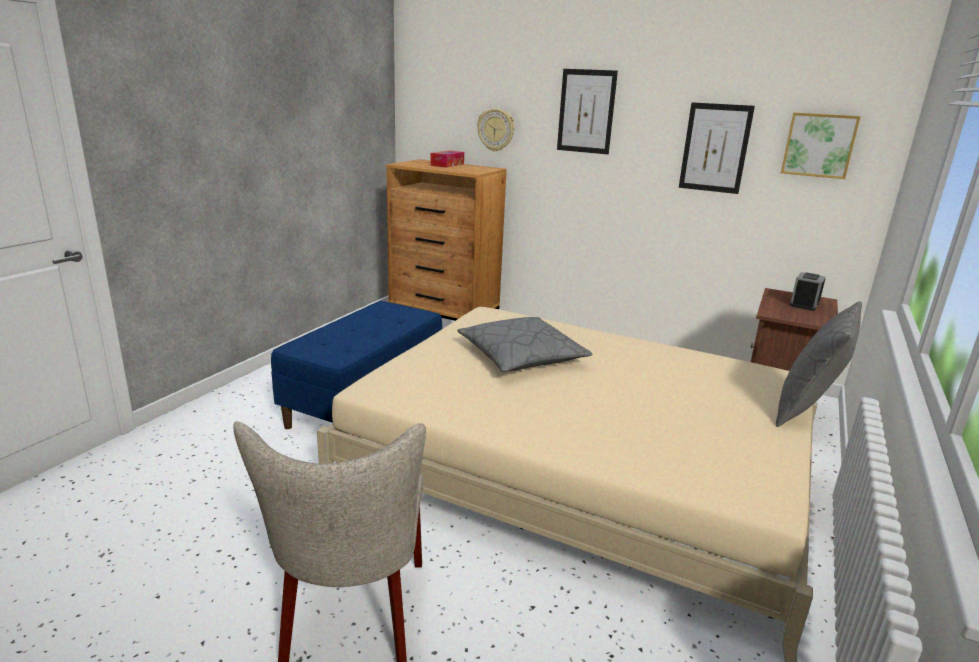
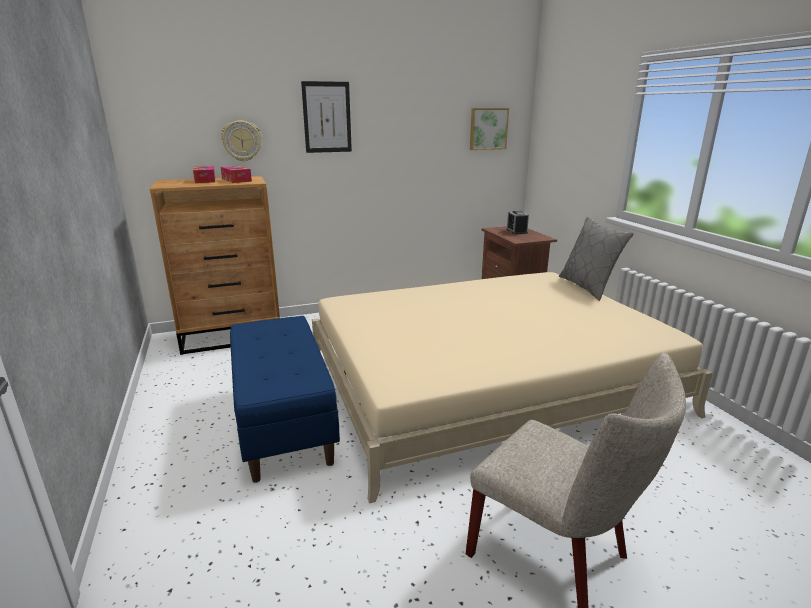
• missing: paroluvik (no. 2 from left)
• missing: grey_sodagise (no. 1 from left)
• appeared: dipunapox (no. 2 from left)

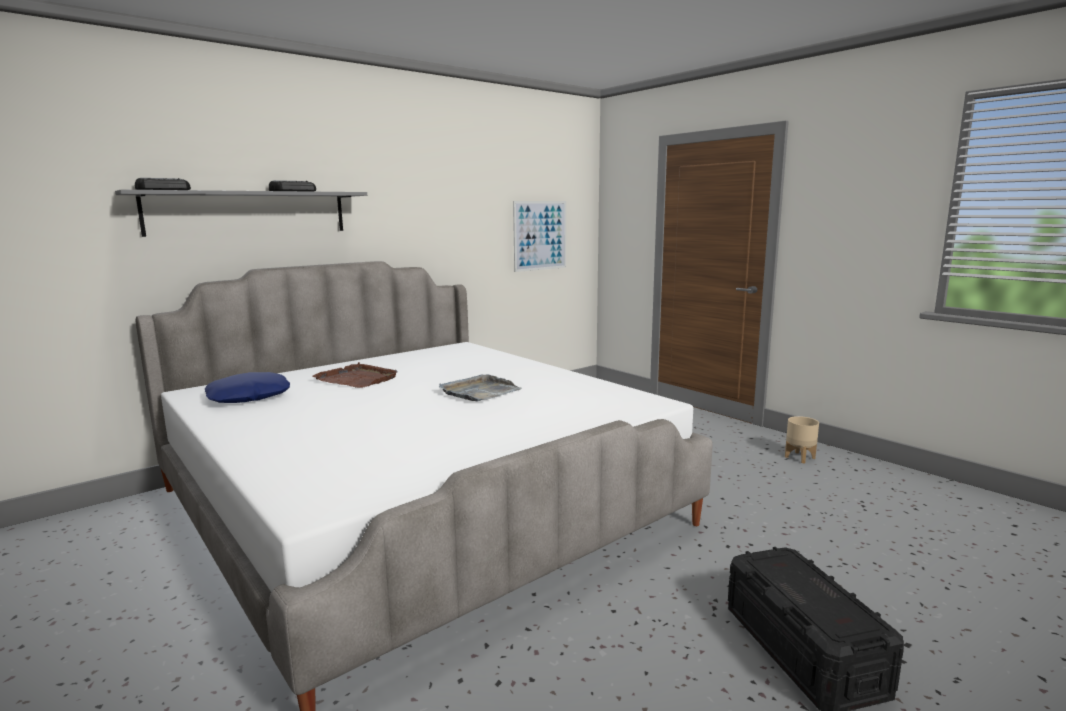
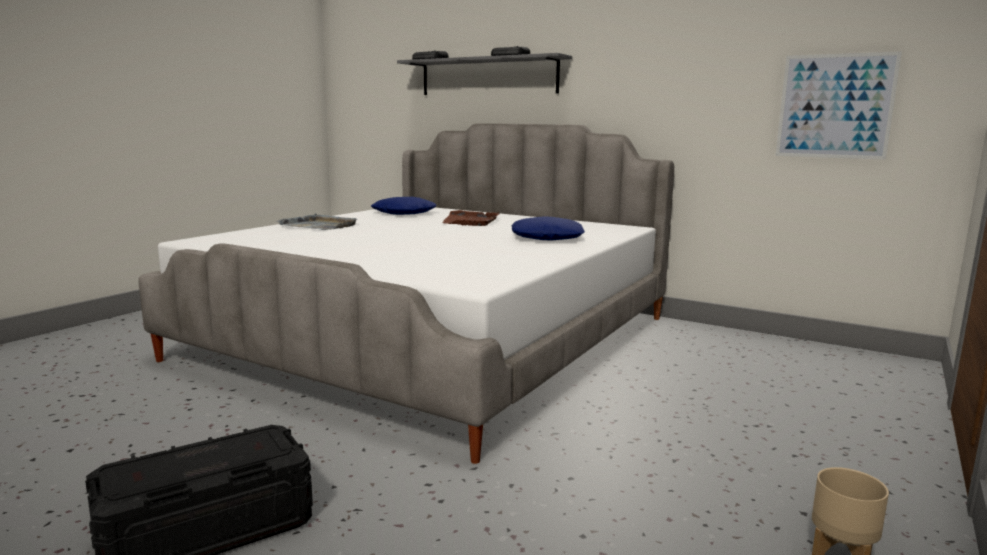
• relocated: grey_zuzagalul
• appeared: blue_sodagise (no. 2 from left)

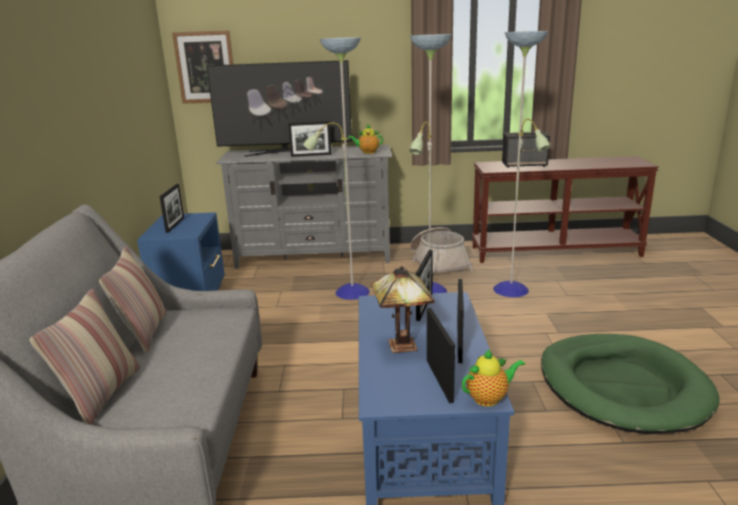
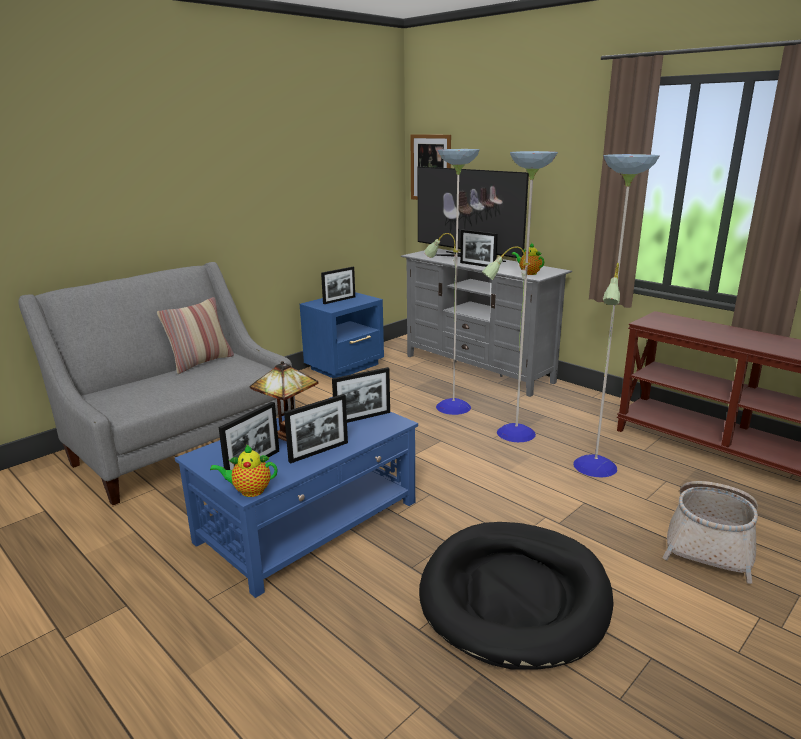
• missing: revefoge
• relocated: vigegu
• missing: sodagise (no. 1 from left)
• colour: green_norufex to black_norufex
• spun: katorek (no. 2 from left in the first image) 150 degrees clockwise

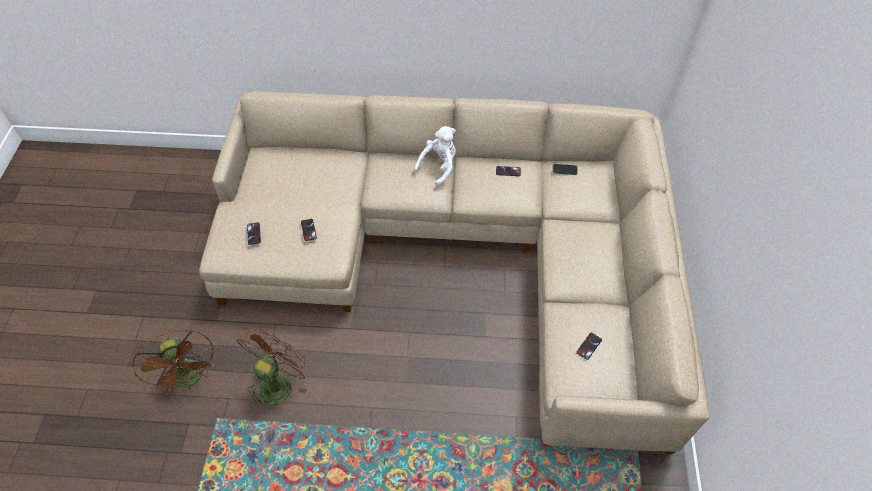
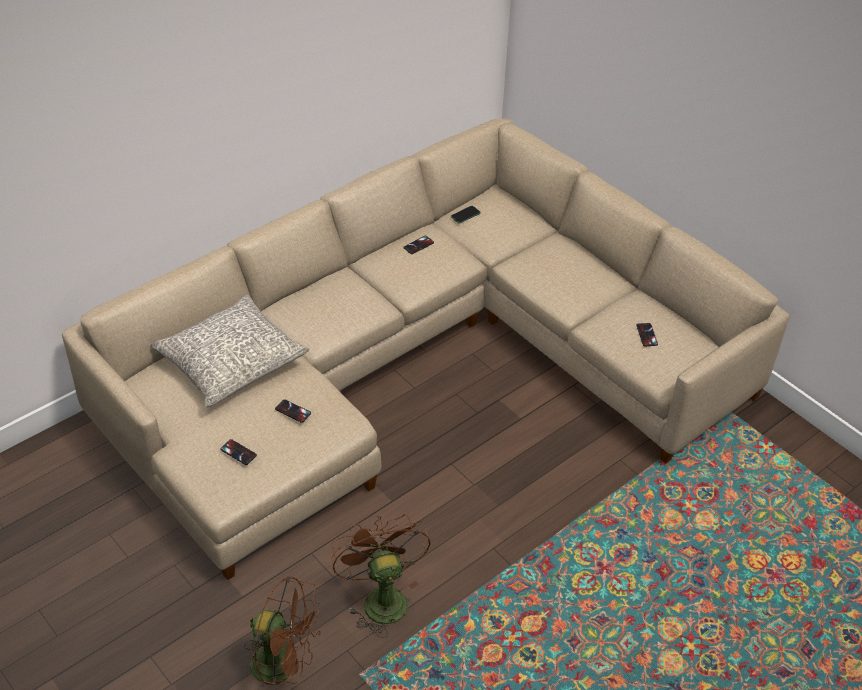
• missing: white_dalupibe
• appeared: grey_sodagise

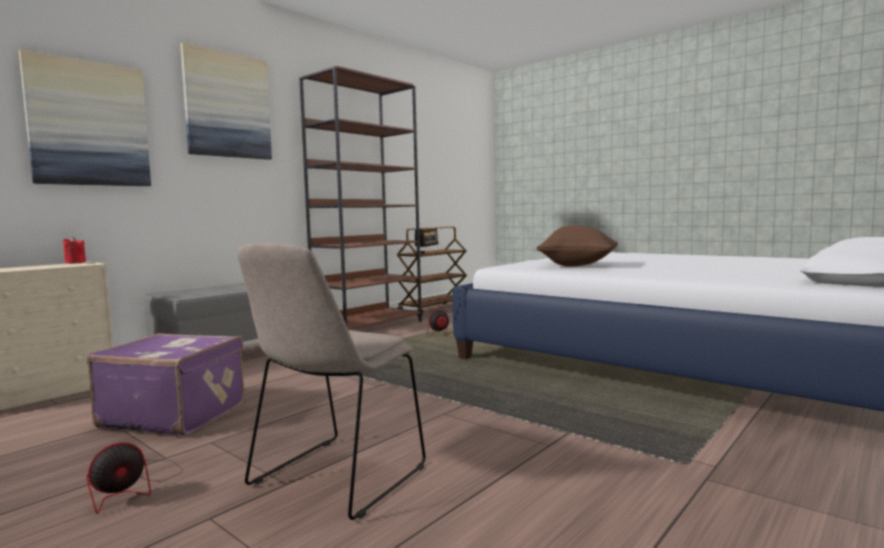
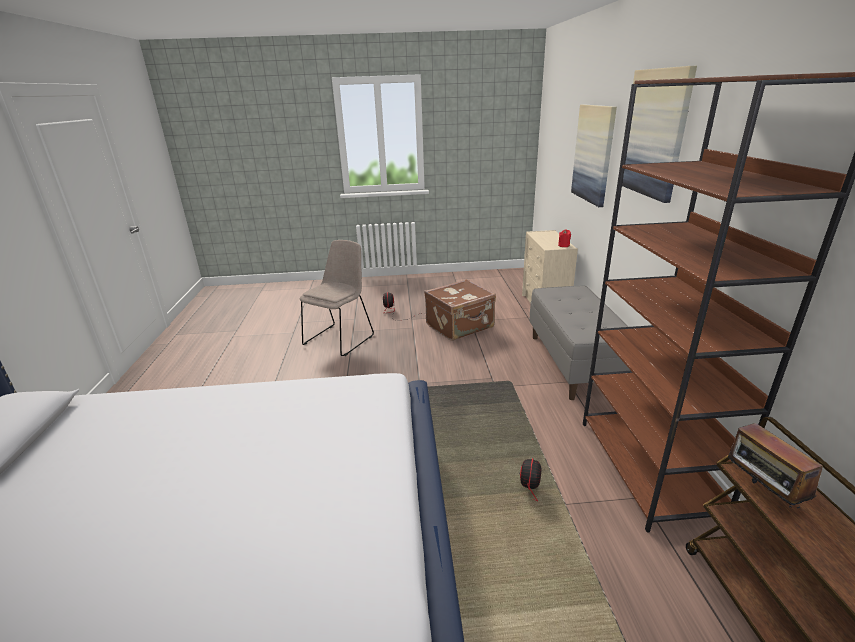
• missing: brown_sodagise
• spun: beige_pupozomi 45 degrees clockwise
• colour: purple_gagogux to brown_gagogux

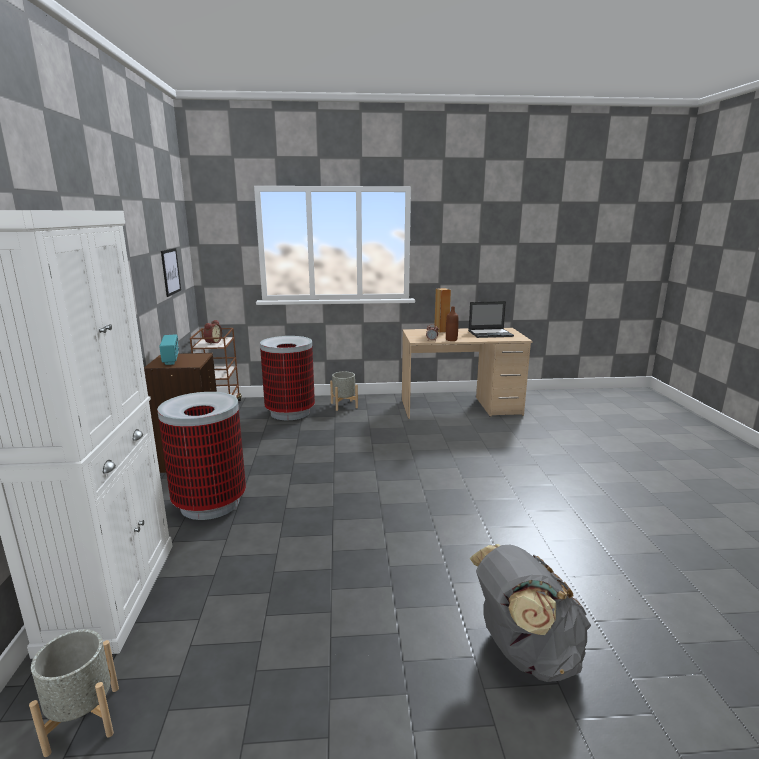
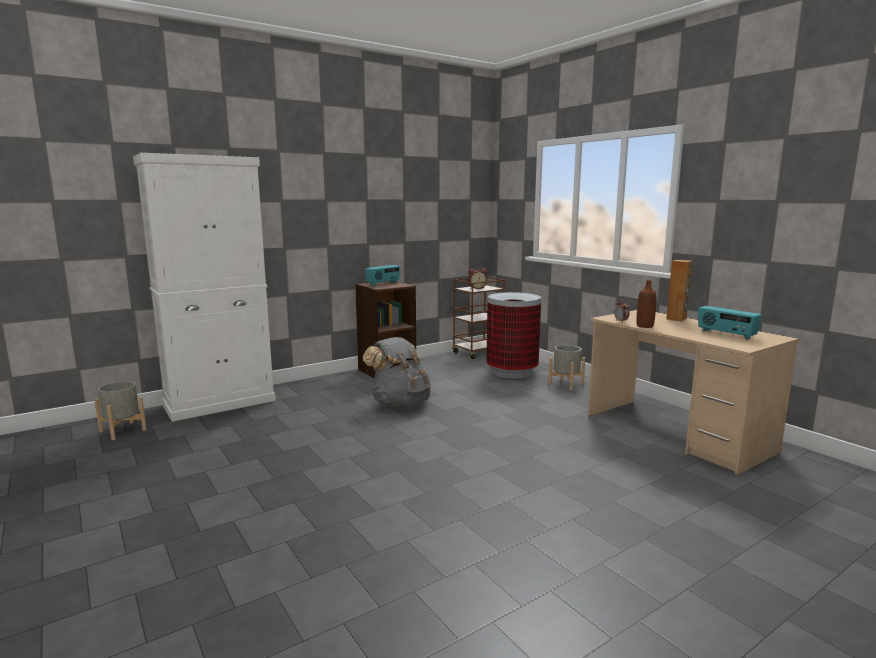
• missing: paroluvik
• exchanged: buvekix to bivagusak (no. 2 from left)
• missing: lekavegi (no. 1 from left)
• relocated: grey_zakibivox

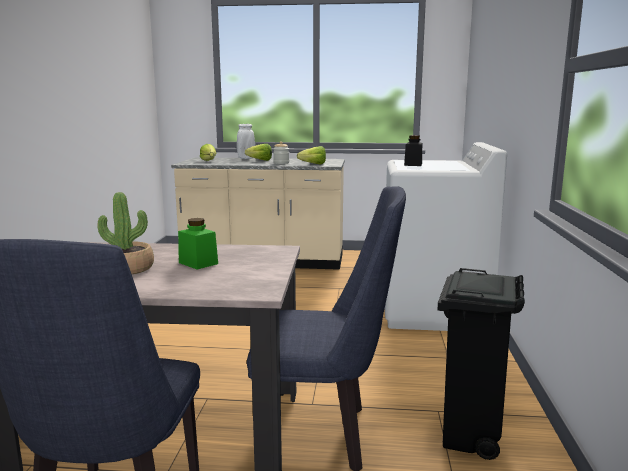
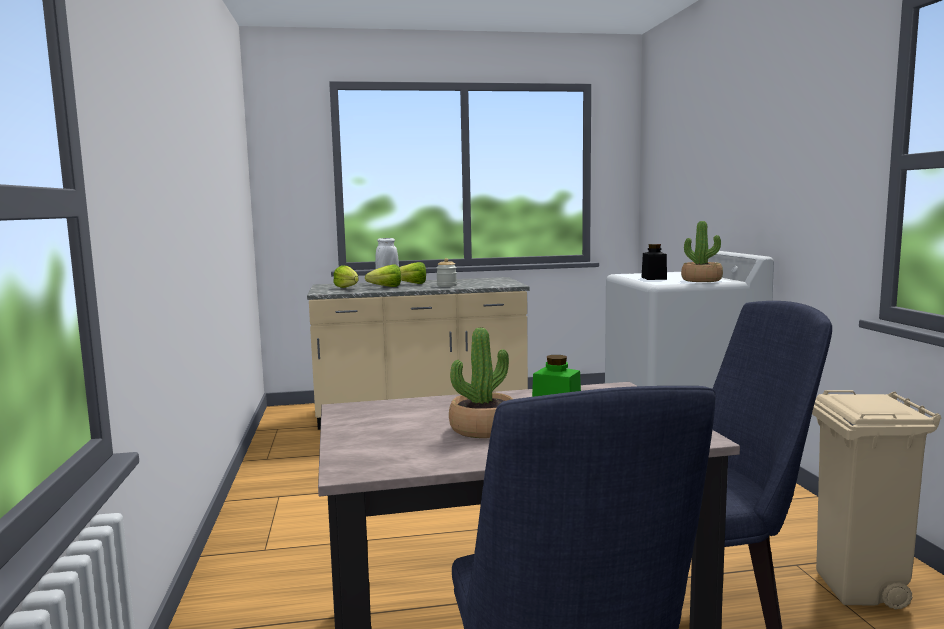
• relocated: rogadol (no. 3 from left in the first image) to rogadol (no. 2 from left)
• colour: black_lekavegi to beige_lekavegi
• appeared: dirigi (no. 2 from left)

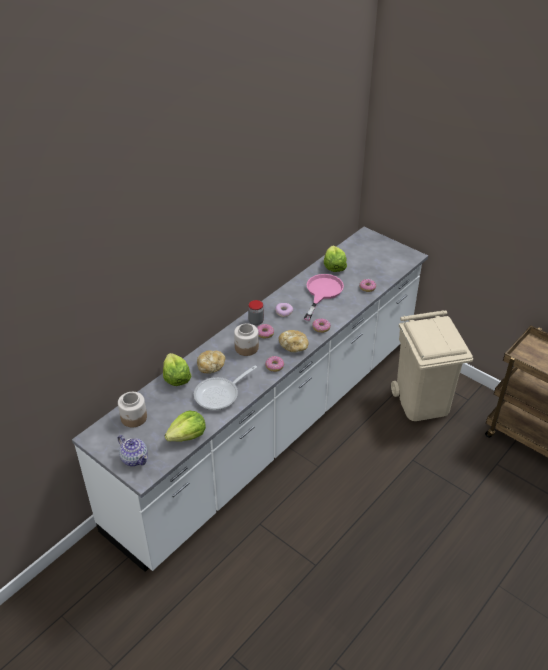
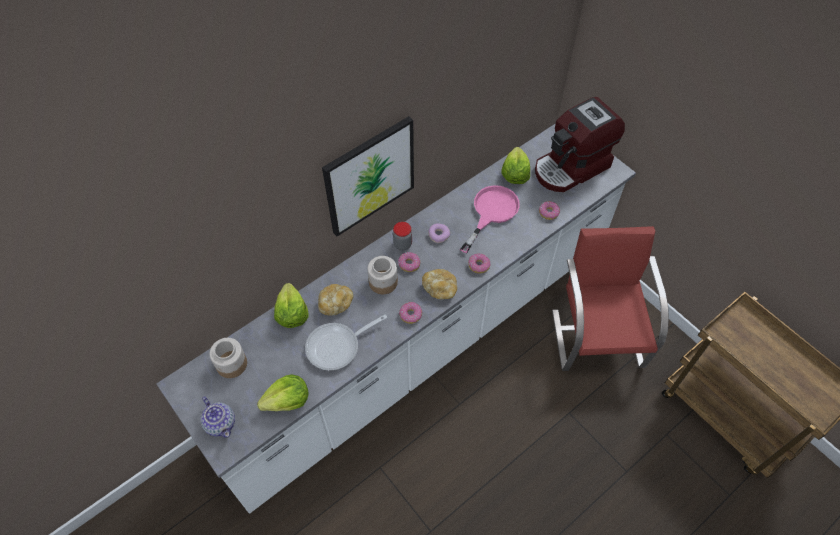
• exchanged: beige_lekavegi to red_pupozomi
• appeared: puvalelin
• appeared: paroluvik

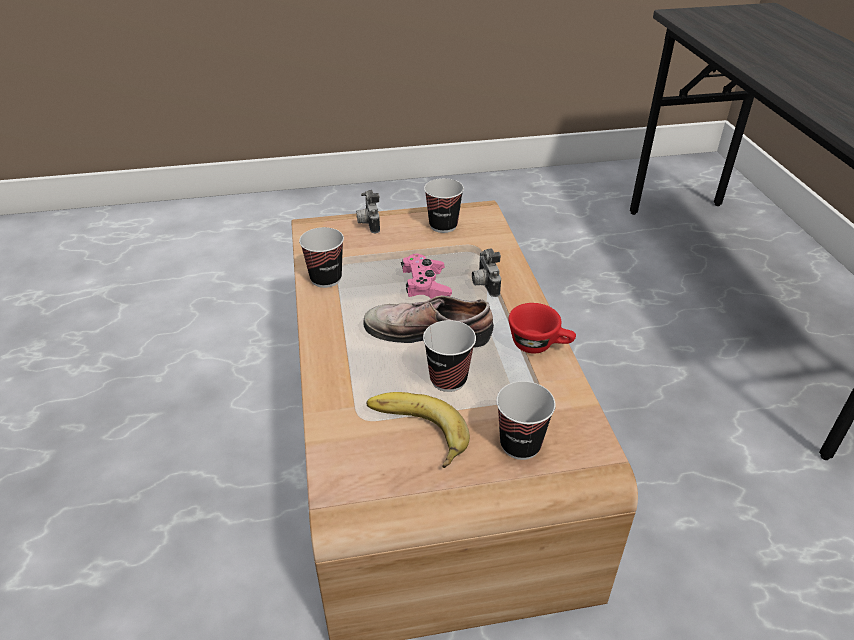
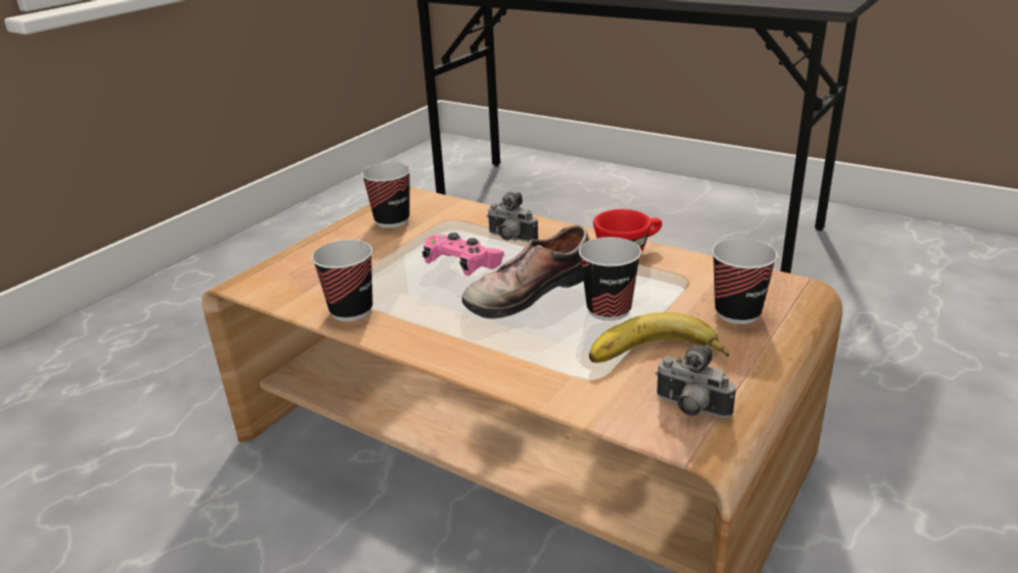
• relocated: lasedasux (no. 1 from left in the first image) to lasedasux (no. 2 from left)

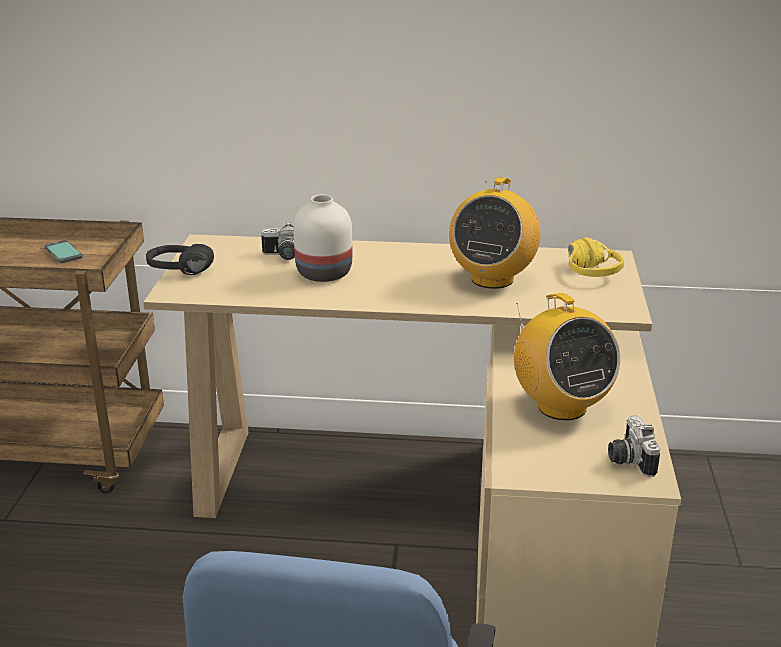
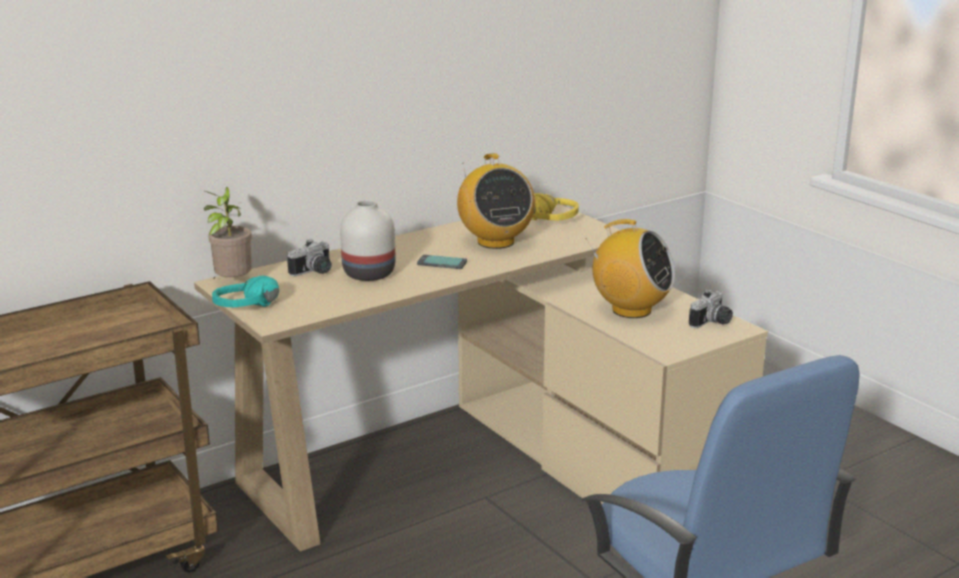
• relocated: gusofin
• colour: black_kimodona to turquoise_kimodona
• spun: lasedasux (no. 2 from left) 90 degrees counterclockwise
• appeared: dirigi

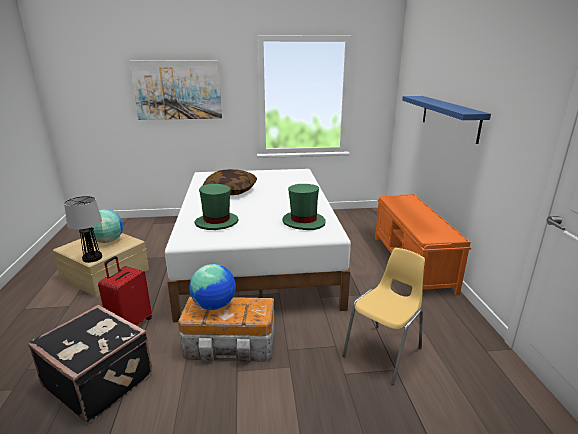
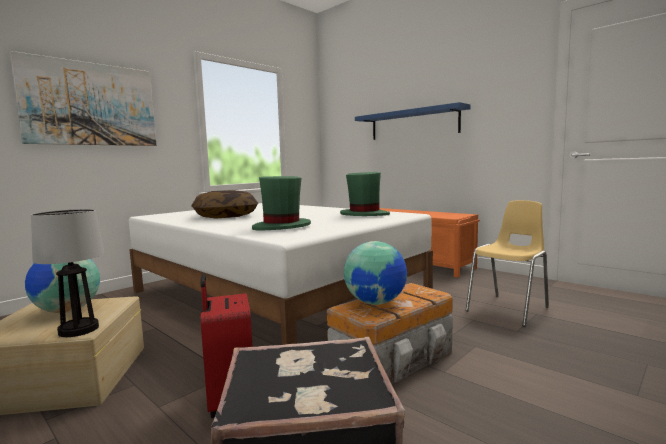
• spun: yellow_pupozomi 45 degrees clockwise

